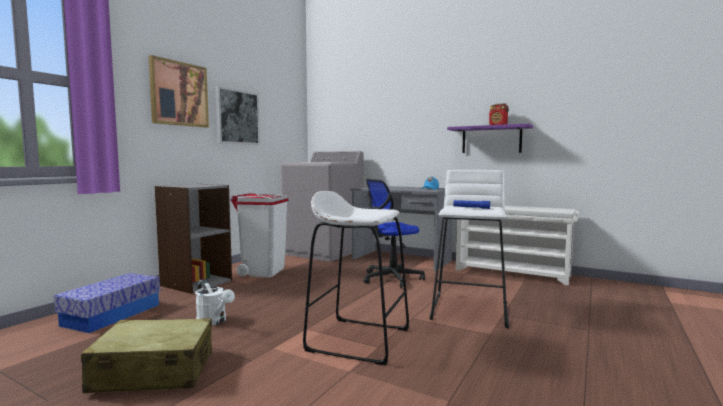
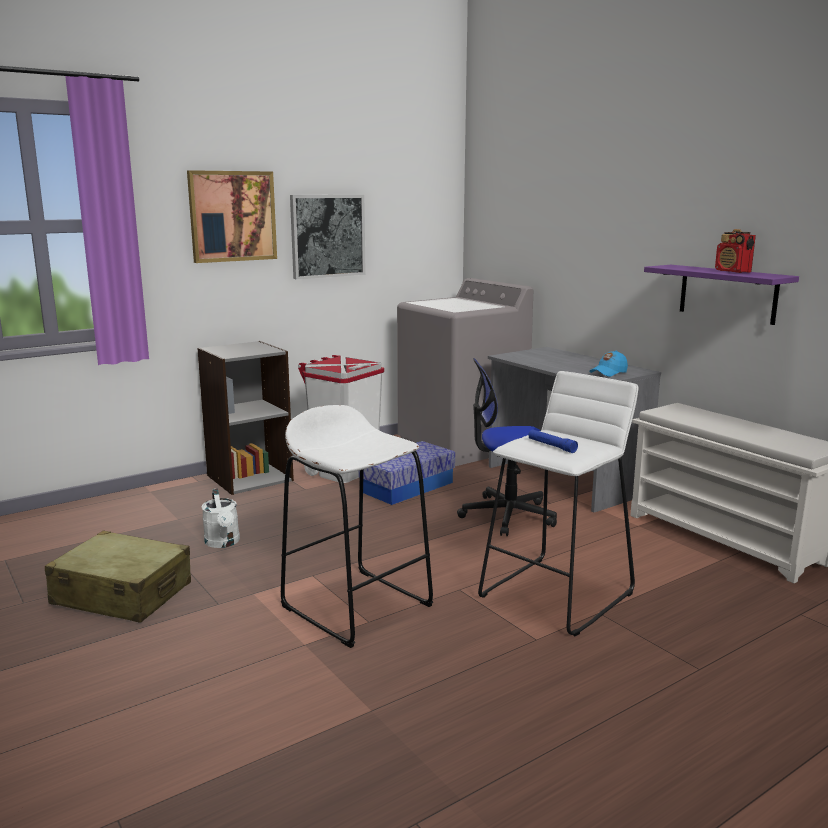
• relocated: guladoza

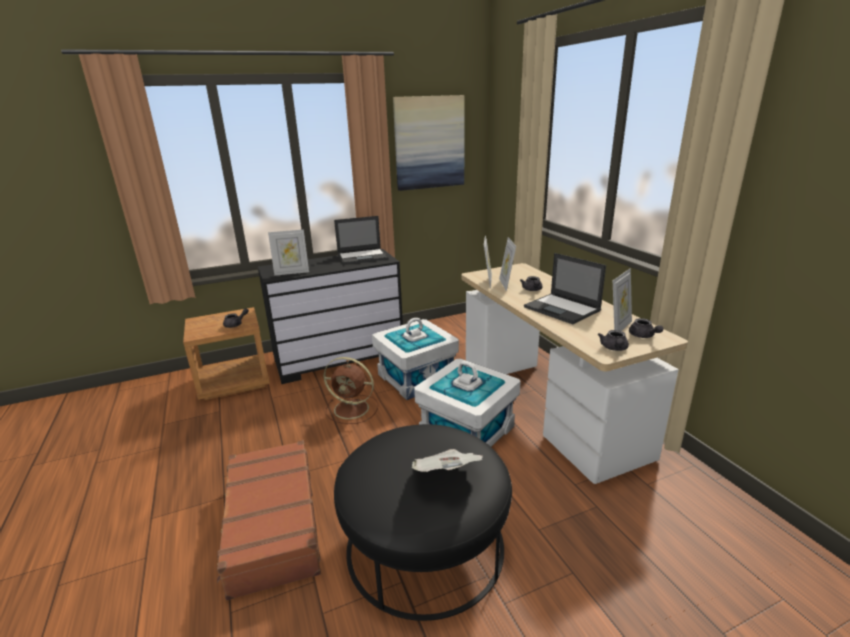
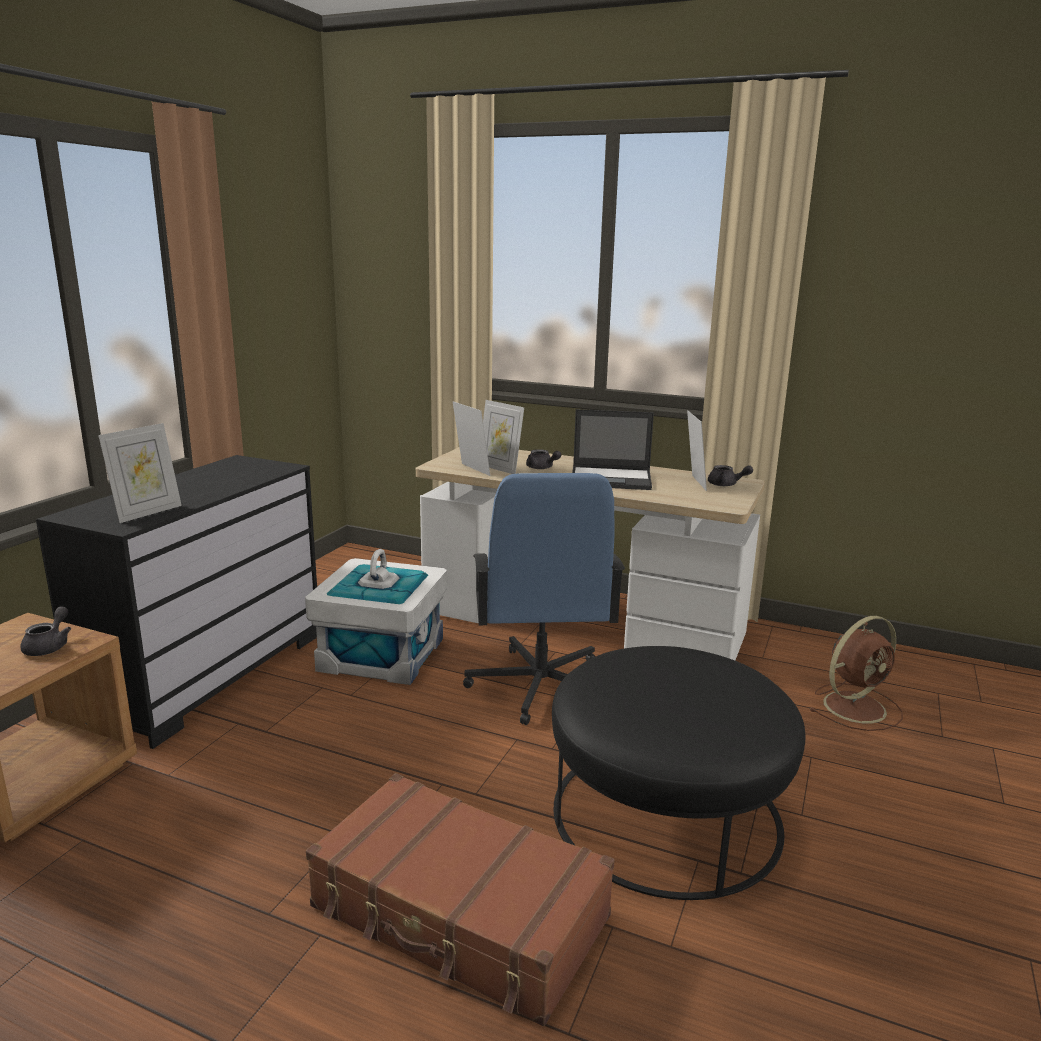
• missing: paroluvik
• missing: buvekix (no. 1 from left)
• missing: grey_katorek (no. 3 from left)
• relocated: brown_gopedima
• exchanged: white_guladoza (no. 2 from left) to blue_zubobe
• missing: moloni

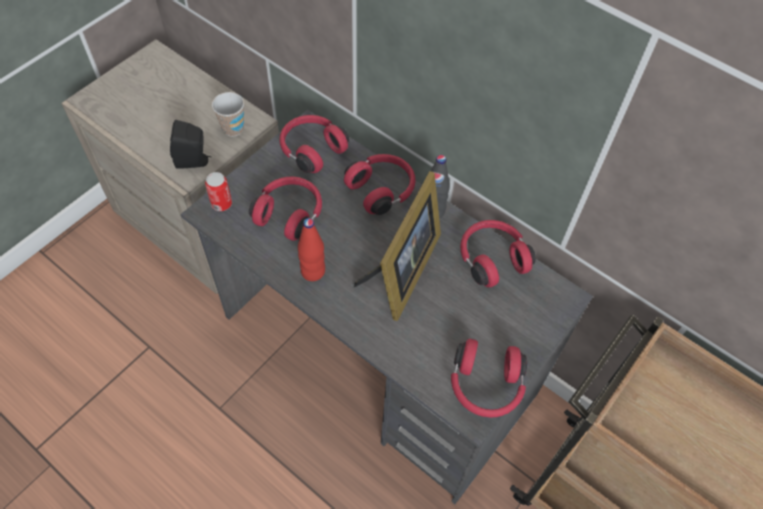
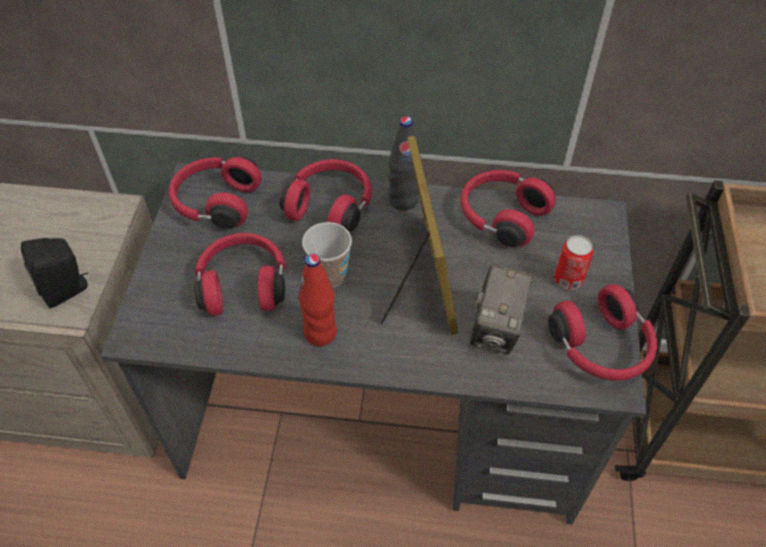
• relocated: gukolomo
• relocated: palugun
• appeared: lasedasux

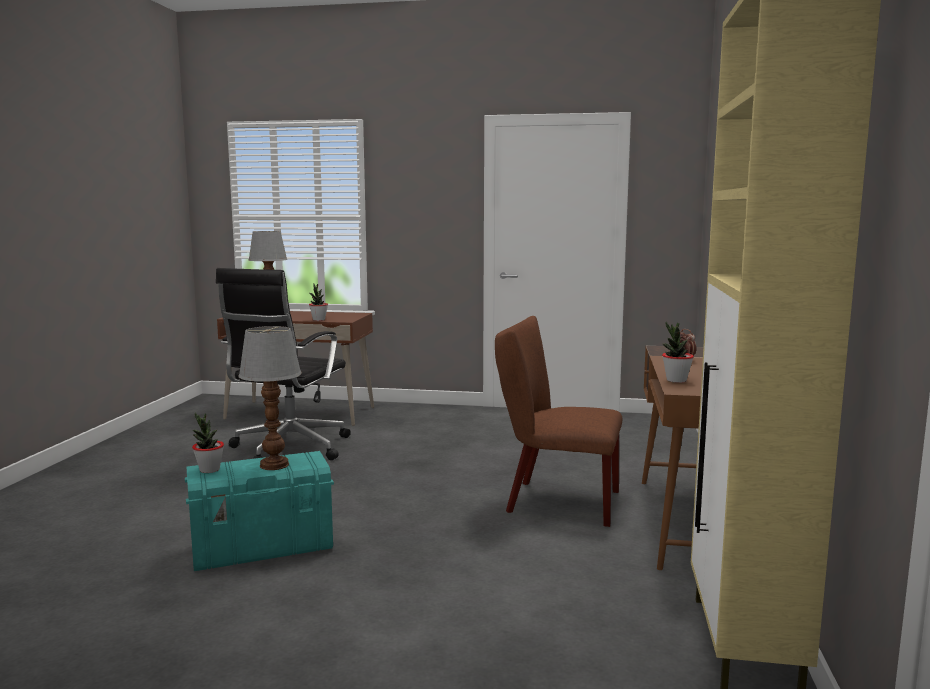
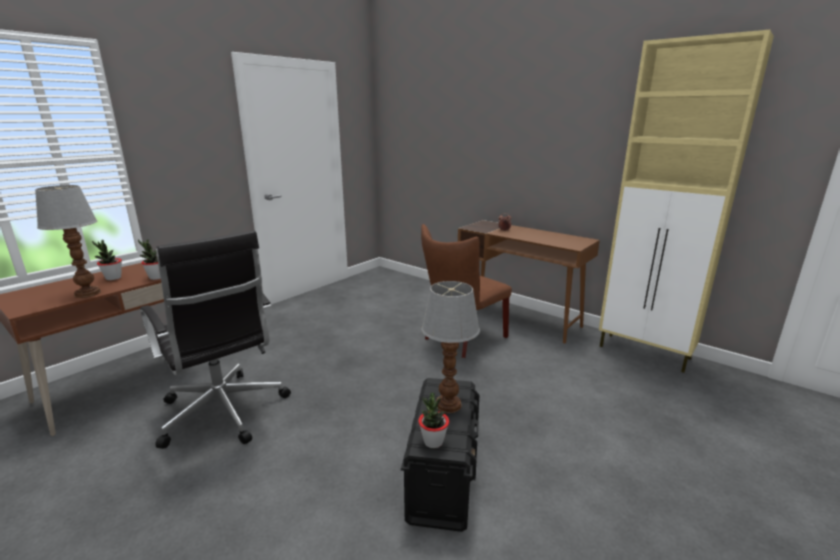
• relocated: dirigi (no. 3 from left in the first image) to dirigi (no. 1 from left)
• colour: turquoise_guladoza to black_guladoza

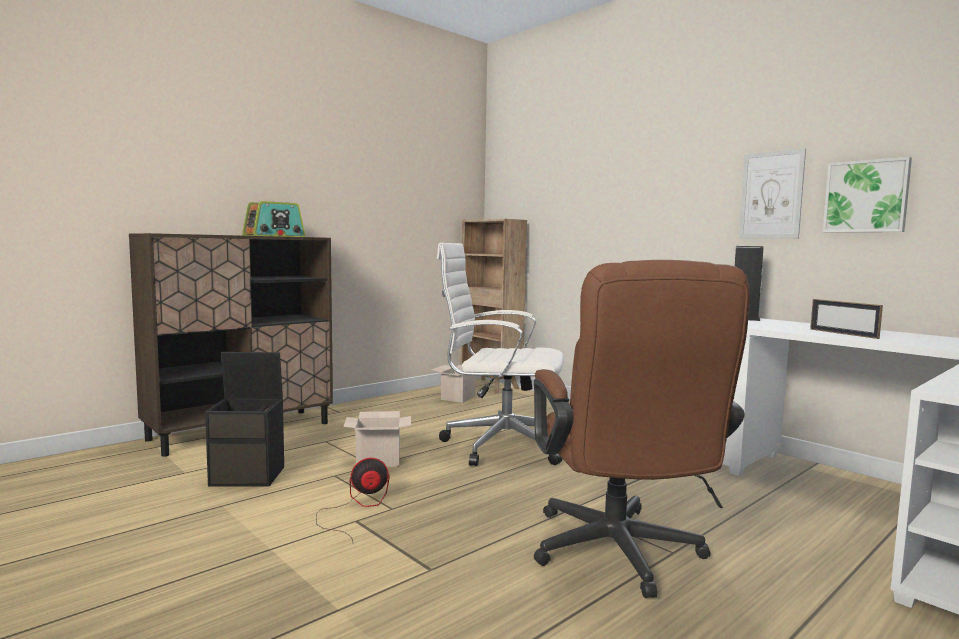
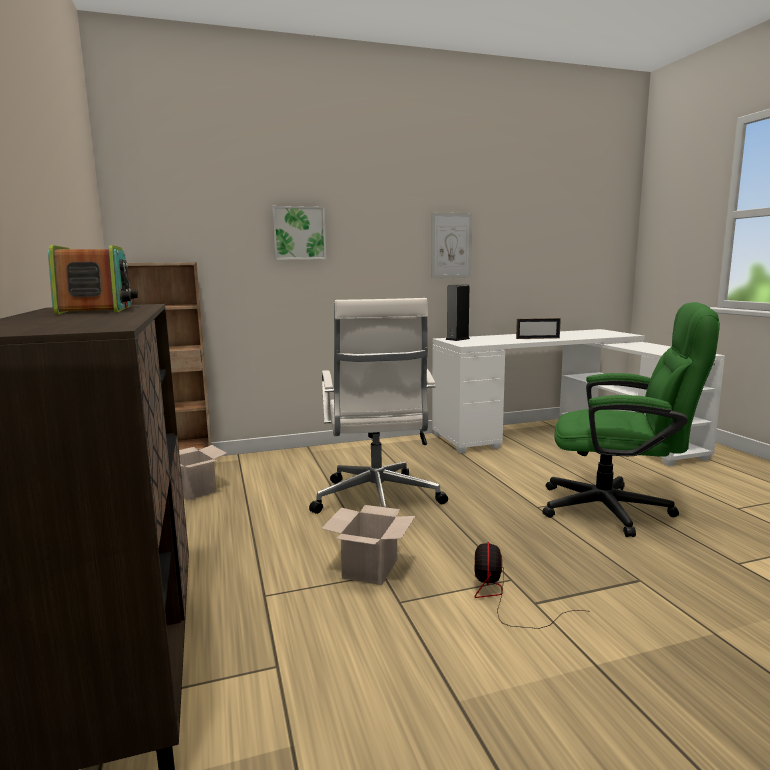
• relocated: paroluvik (no. 2 from left in the first image) to paroluvik (no. 1 from left)
• spun: white_zubobe 45 degrees counterclockwise
• colour: brown_zubobe to green_zubobe
• missing: black_guladoza

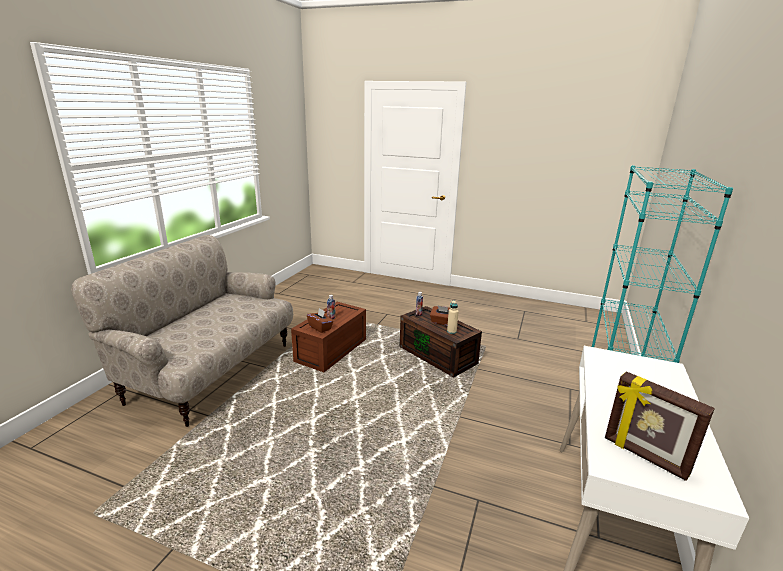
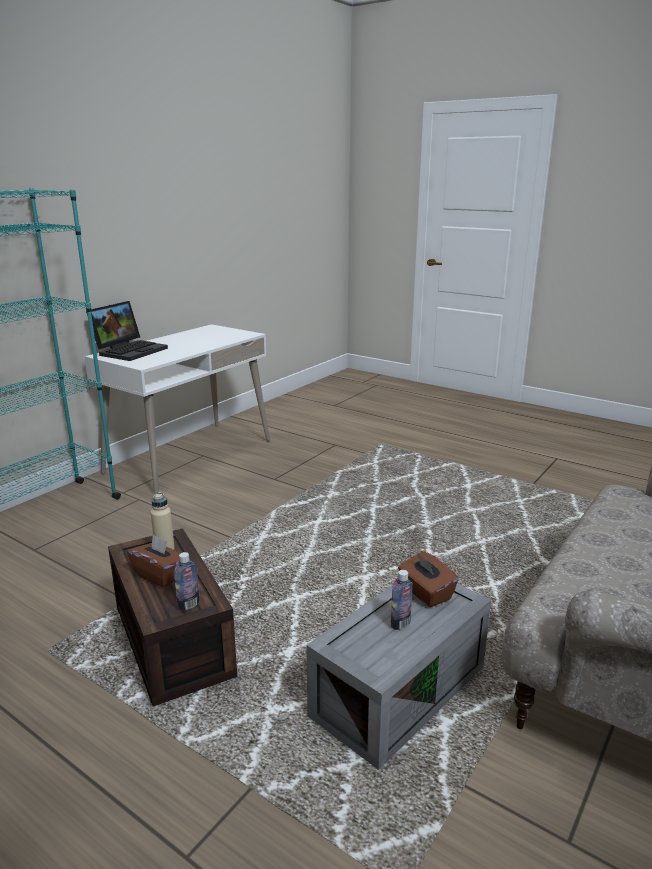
• colour: brown_guladoza (no. 1 from left) to grey_guladoza
• missing: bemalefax
• appeared: buvekix

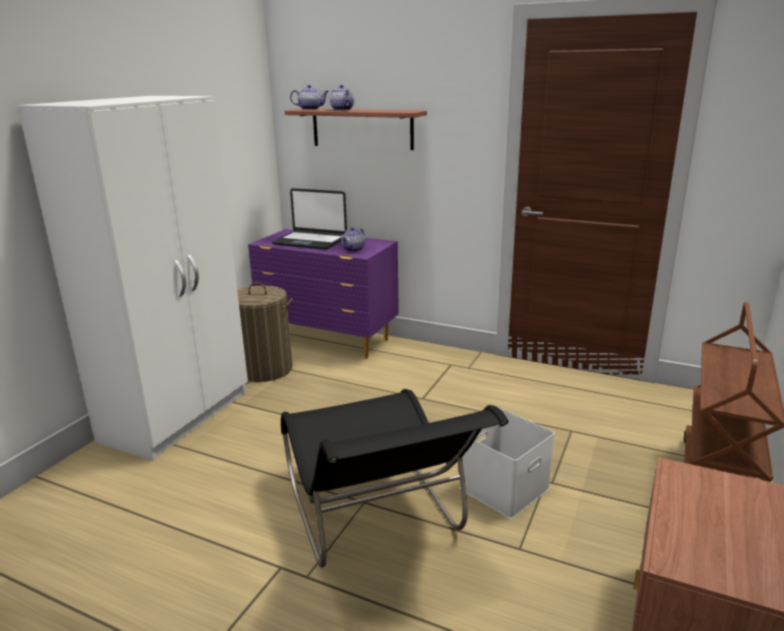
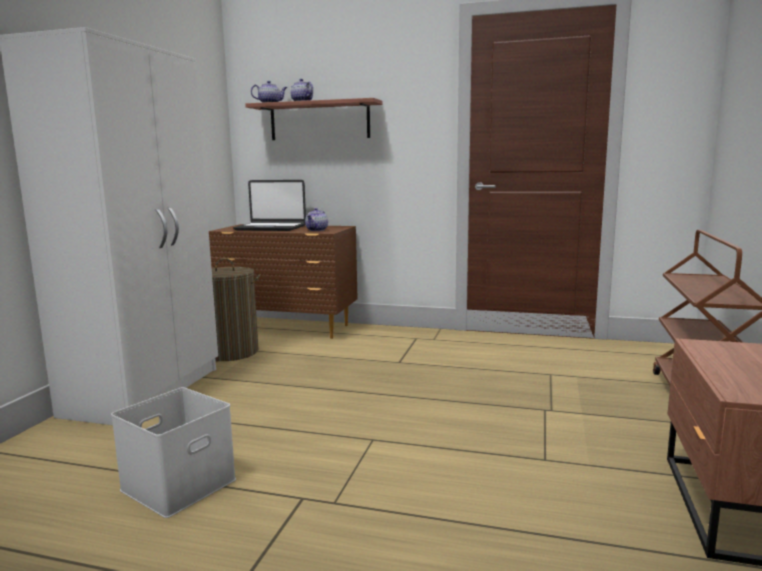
• colour: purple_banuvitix to brown_banuvitix
• missing: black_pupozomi
• relocated: white_guladoza

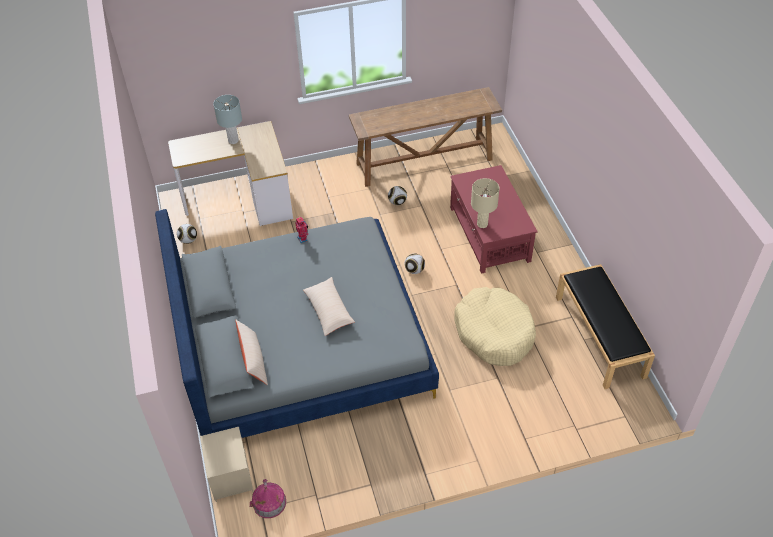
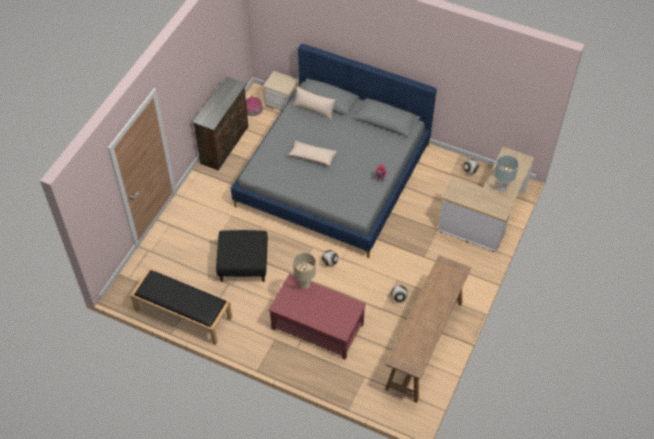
• exchanged: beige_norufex to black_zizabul
• appeared: brown_banuvitix

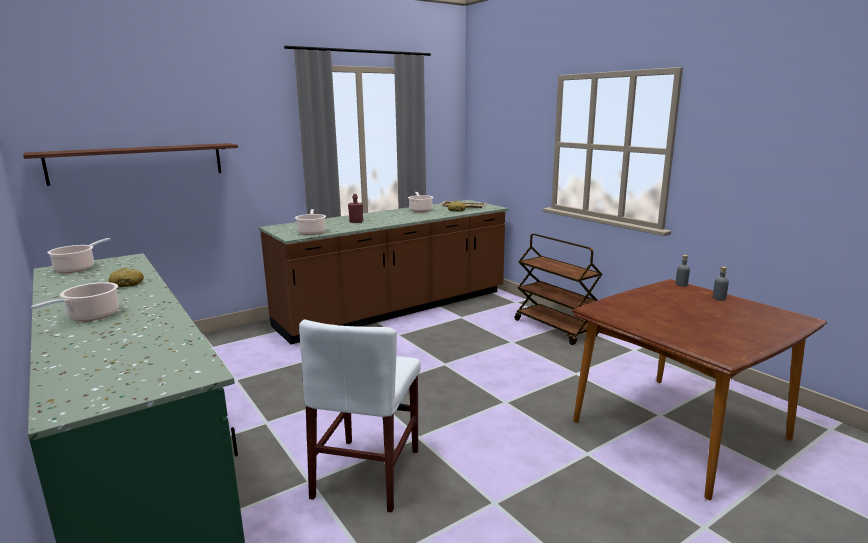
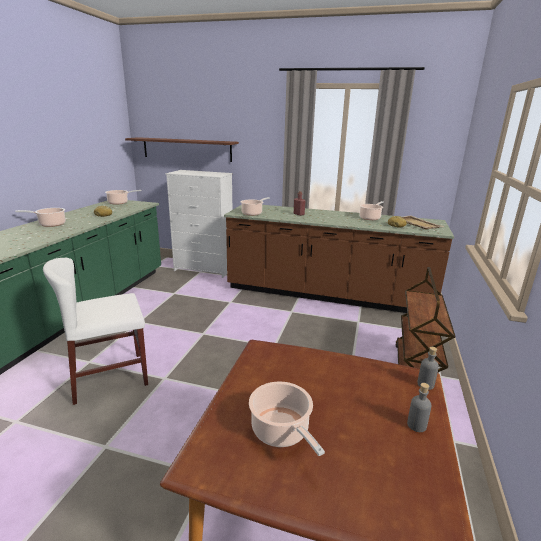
• appeared: white_banuvitix
• appeared: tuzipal (no. 4 from left)

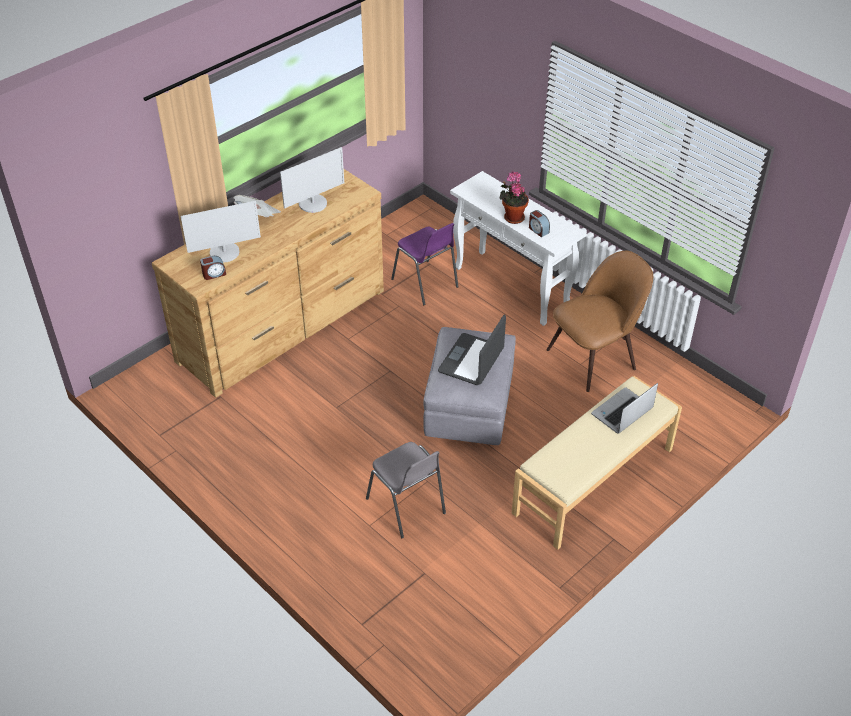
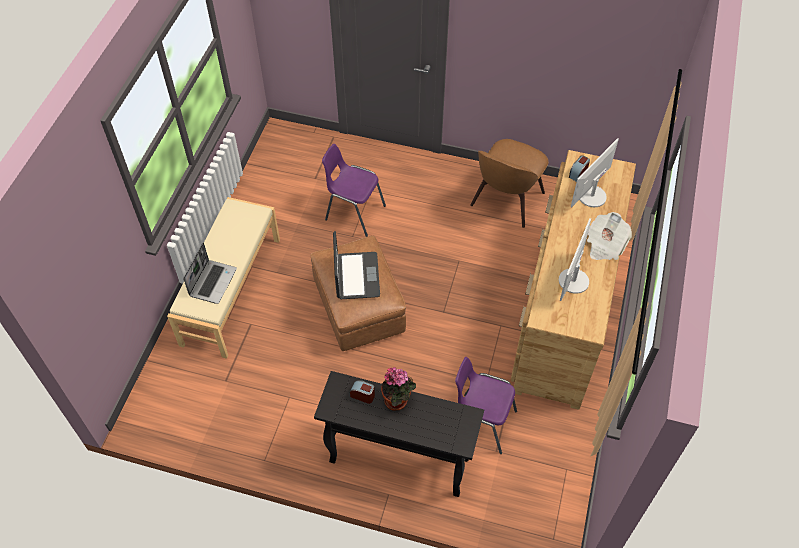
• colour: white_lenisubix to black_lenisubix
• relocated: brown_pupozomi
• colour: grey_zizabul to brown_zizabul
• colour: grey_pupozomi to purple_pupozomi (no. 1 from left)

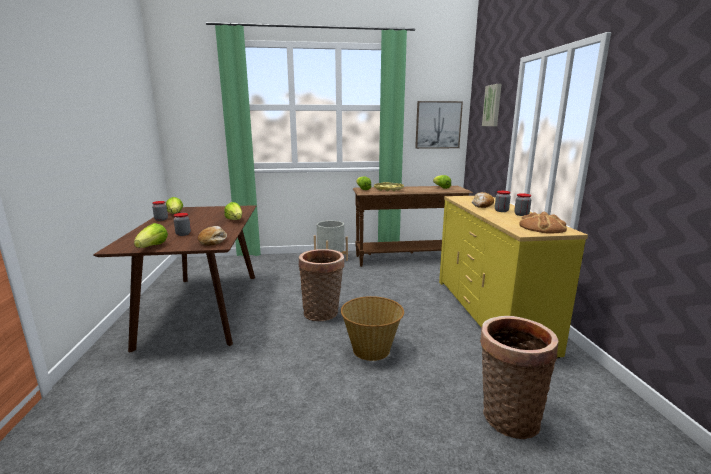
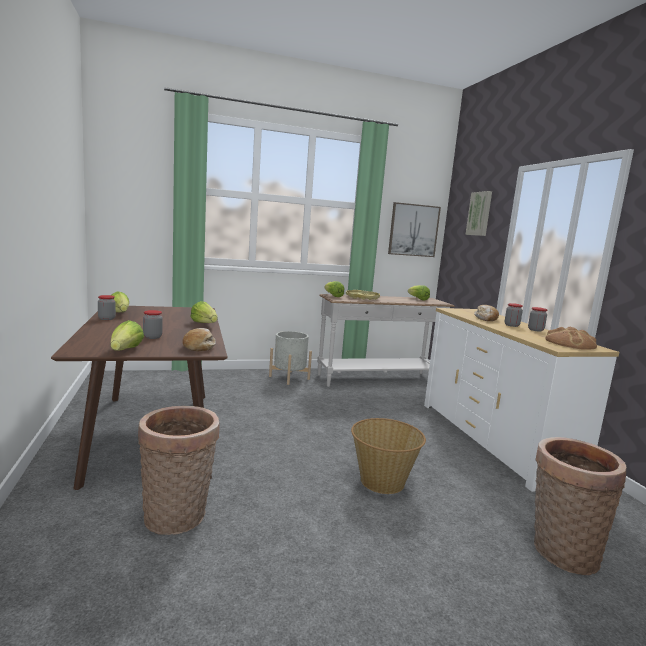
• colour: brown_lenisubix to white_lenisubix
• colour: yellow_banuvitix to white_banuvitix
• relocated: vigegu (no. 1 from left)

